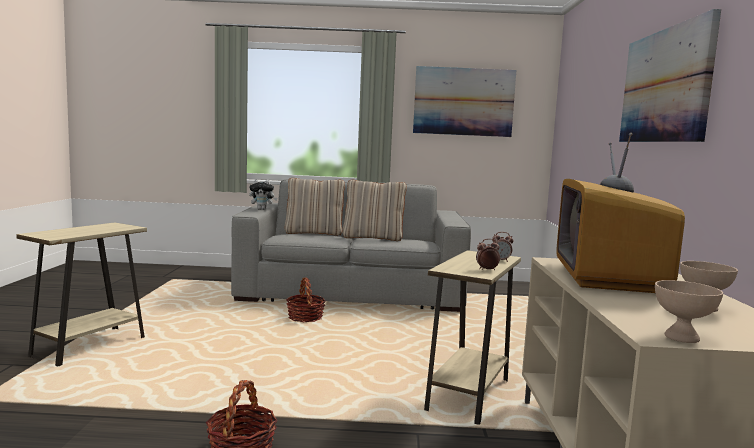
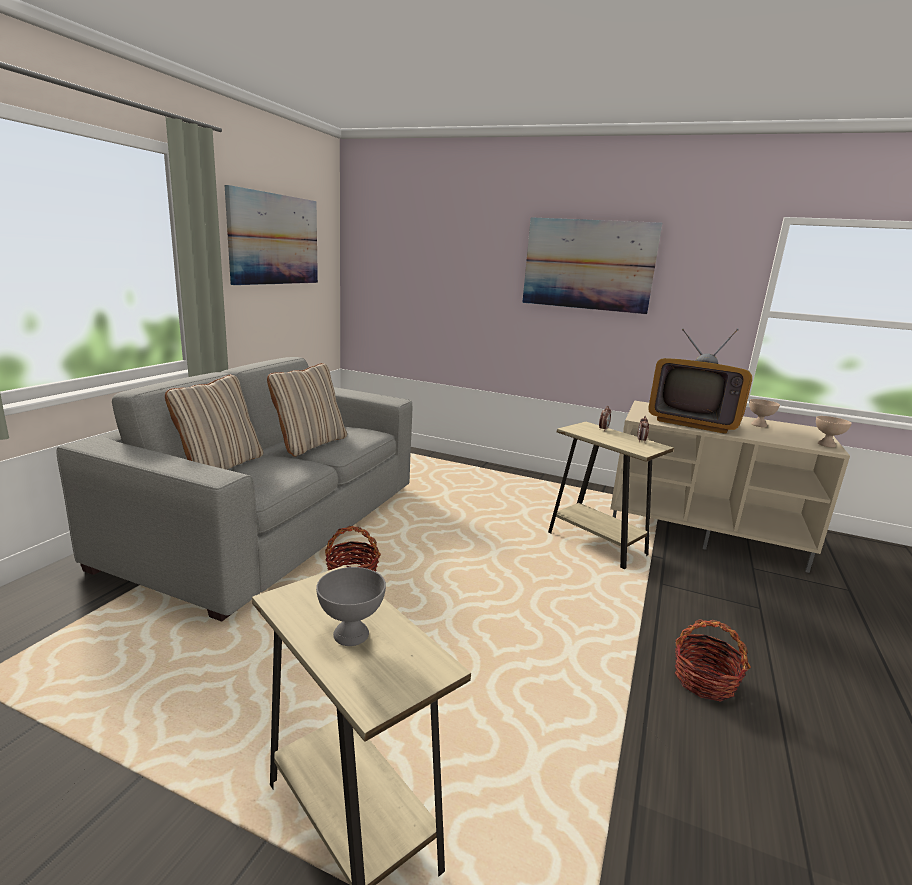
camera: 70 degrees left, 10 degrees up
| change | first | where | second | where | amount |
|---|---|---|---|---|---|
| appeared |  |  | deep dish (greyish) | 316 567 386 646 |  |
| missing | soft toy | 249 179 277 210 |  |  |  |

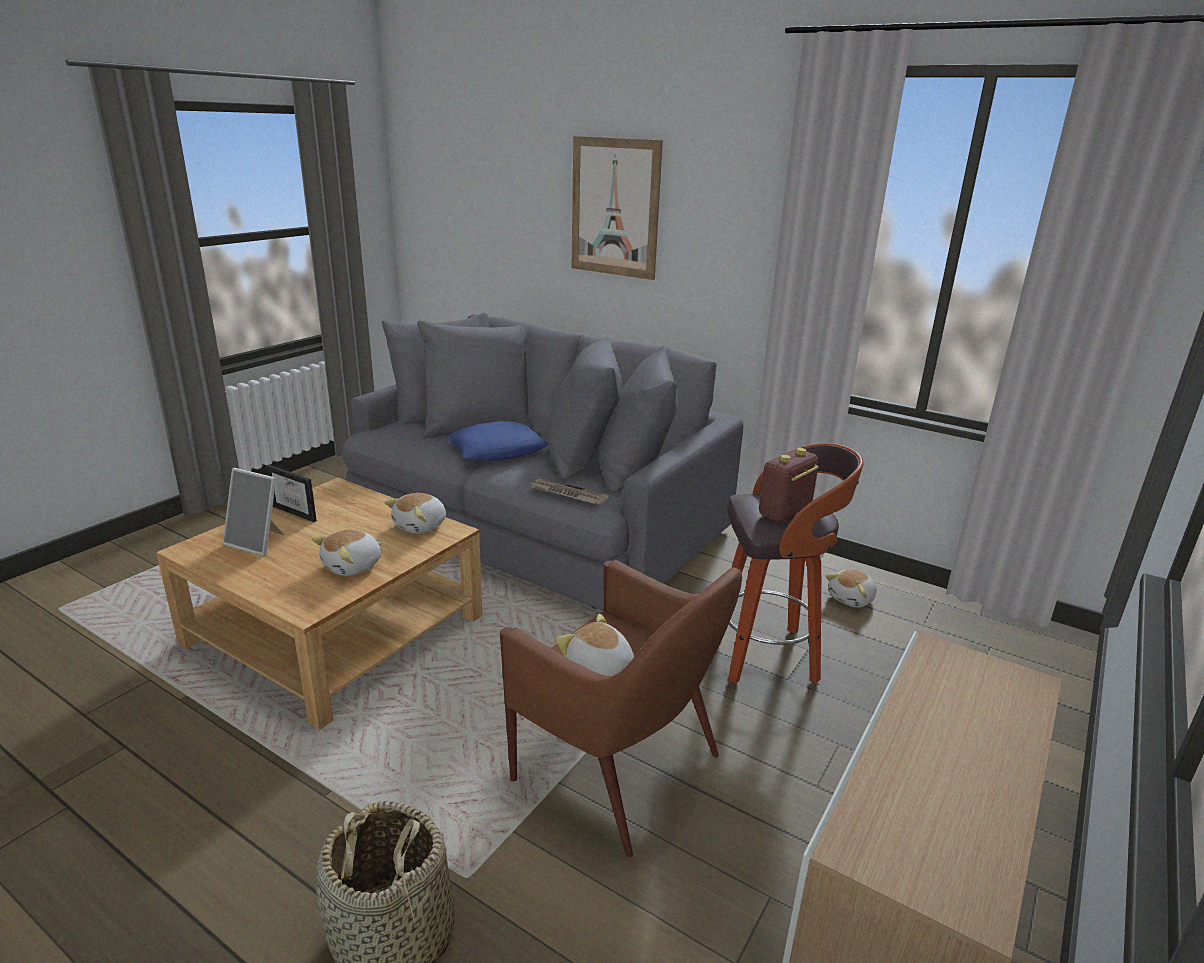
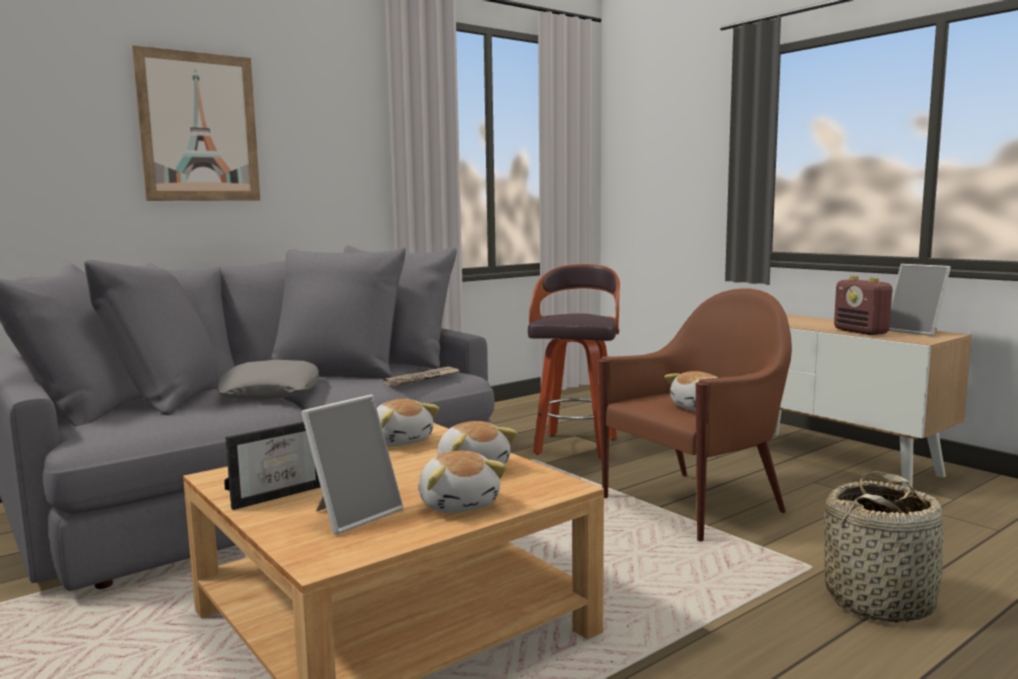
camera: 70 degrees left, 15 degrees down
| change | first | where | second | where | amount |
|---|---|---|---|---|---|
| colour | cushion (blue-coloured) | 447 421 548 461 | cushion (greyish) | 217 360 319 400 |  |
| relocated | soft toy | 826 569 877 608 |  | 419 451 507 513 |  |
| relocated | radio receiver | 759 448 819 522 |  | 834 276 893 335 |  |
| appeared |  |  | photo frame | 889 264 951 336 |  |

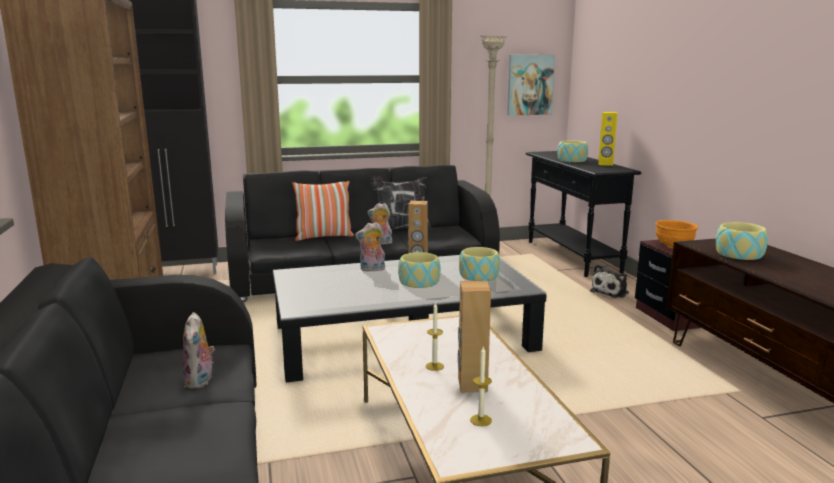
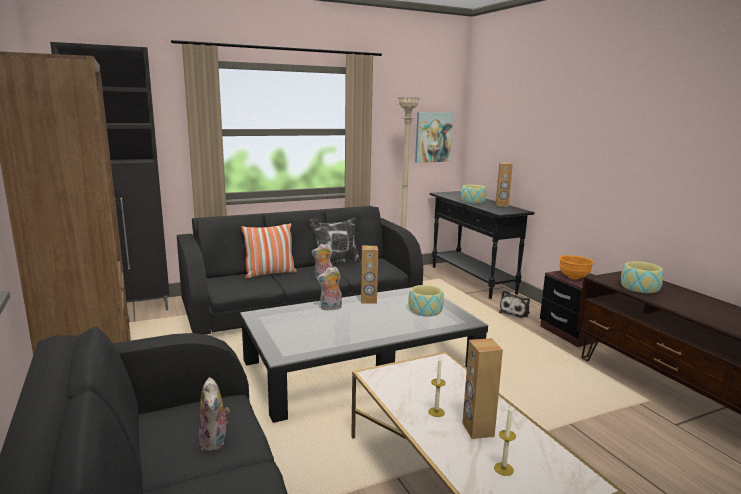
camera: 10 degrees left, 0 degrees up
| change | first | where | second | where | amount |
|---|---|---|---|---|---|
| colour | audio speaker (yellowish) | 598 112 618 166 | audio speaker (brown-coloured) | 496 162 513 207 |  |
| missing | deep dish | 398 252 441 288 |  |  |  |

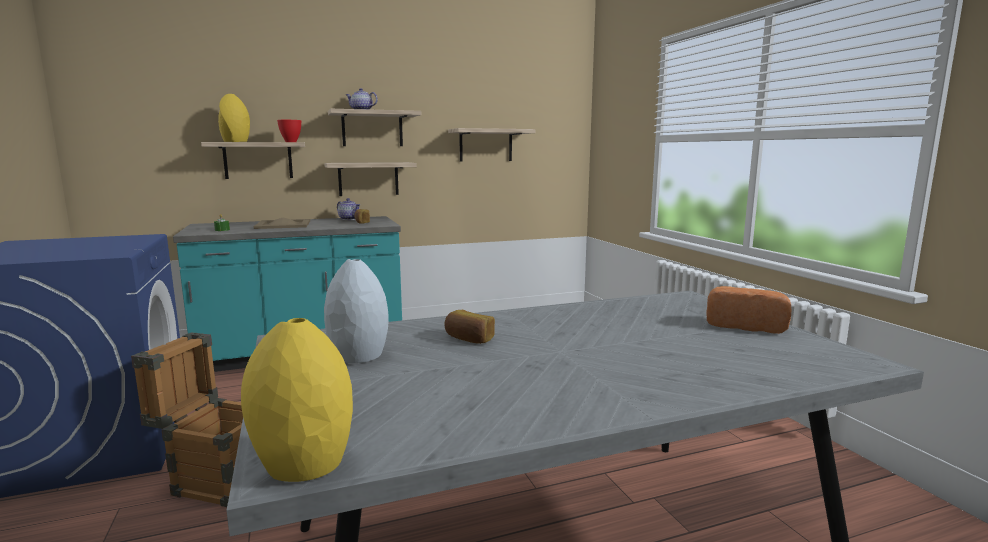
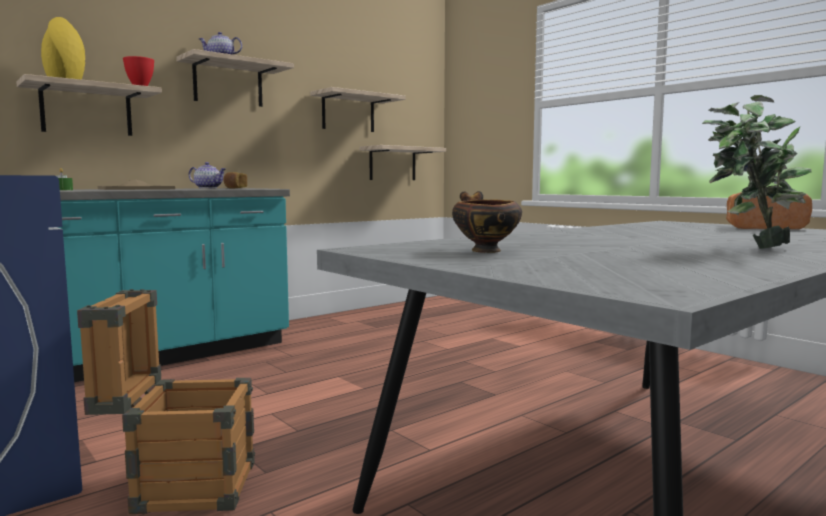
camera: 20 degrees left, 5 degrees down
| change | first | where | second | where | amount |
|---|---|---|---|---|---|
| relocated | shelf | 324 162 417 196 |  | 359 145 446 180 |  |
| exchanged | vase (greyish) | 324 259 389 363 | deep dish | 452 191 522 253 |  |
| appeared |  |  | plant in a pot | 702 95 811 249 |  |
| missing | vase (yellowish) | 241 318 353 482 |  |  |  |
| missing | bread | 444 310 495 344 |  |  |  |

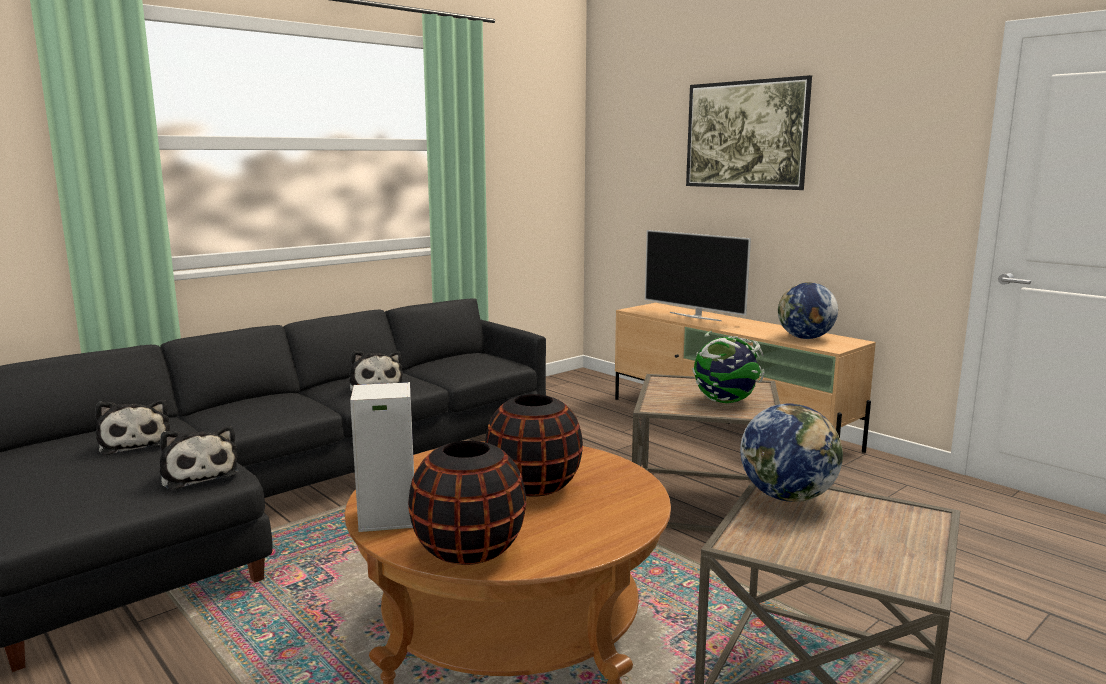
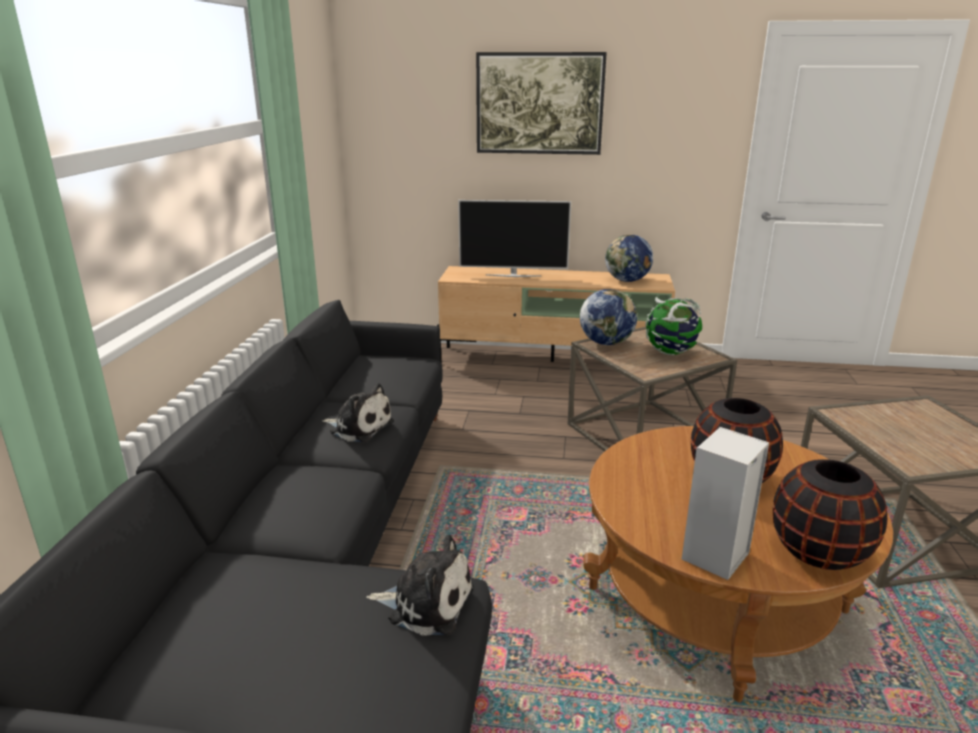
camera: 40 degrees left, 10 degrees up
| change | first | where | second | where | amount |
|---|---|---|---|---|---|
| relocated | world globe | 740 404 843 502 |  | 580 289 637 345 |  |
| missing | soft toy | 95 399 170 456 |  |  |  |

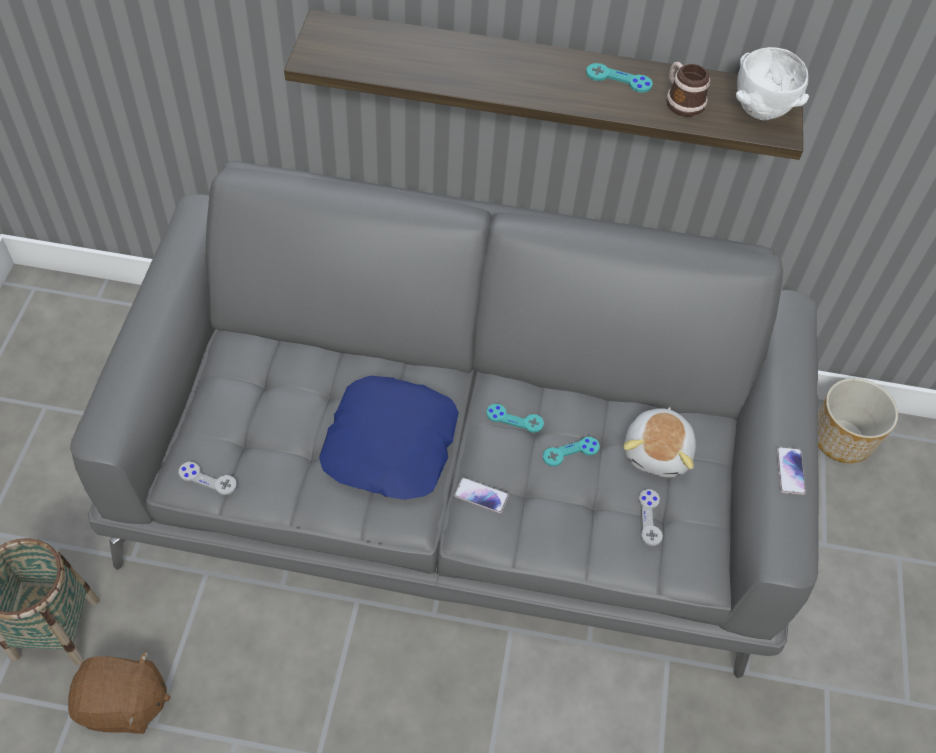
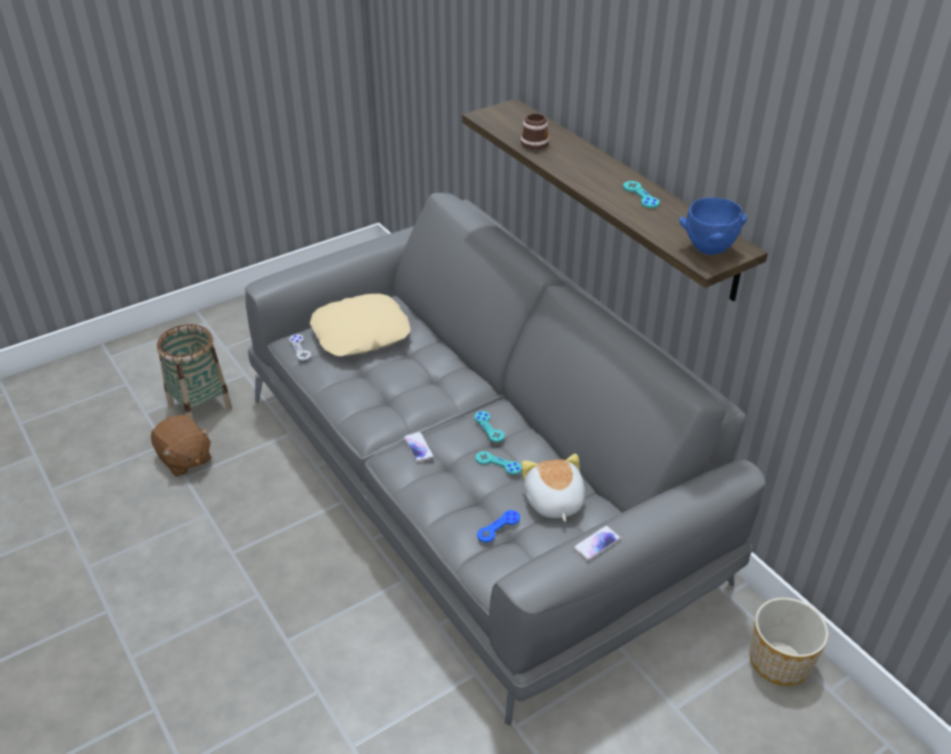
camera: 50 degrees right, 15 degrees down
| change | first | where | second | where | amount |
|---|---|---|---|---|---|
| appeared |  |  | cushion (beige-coloured) | 310 294 411 356 |  |
| colour | joypad (greyish) | 639 489 663 546 | joypad (blue-coloured) | 477 510 520 542 |  |
| relocated | tea mug | 666 62 710 117 |  | 521 114 549 150 |  |
| spun | soft toy | 623 407 696 478 |  | 521 454 585 522 | 105 degrees clockwise |
| colour | deep dish (whitish) | 736 47 809 121 | deep dish (blue-coloured) | 679 197 747 255 |  |
| missing | cushion (blue-coloured) | 319 376 459 500 |  |  |  |

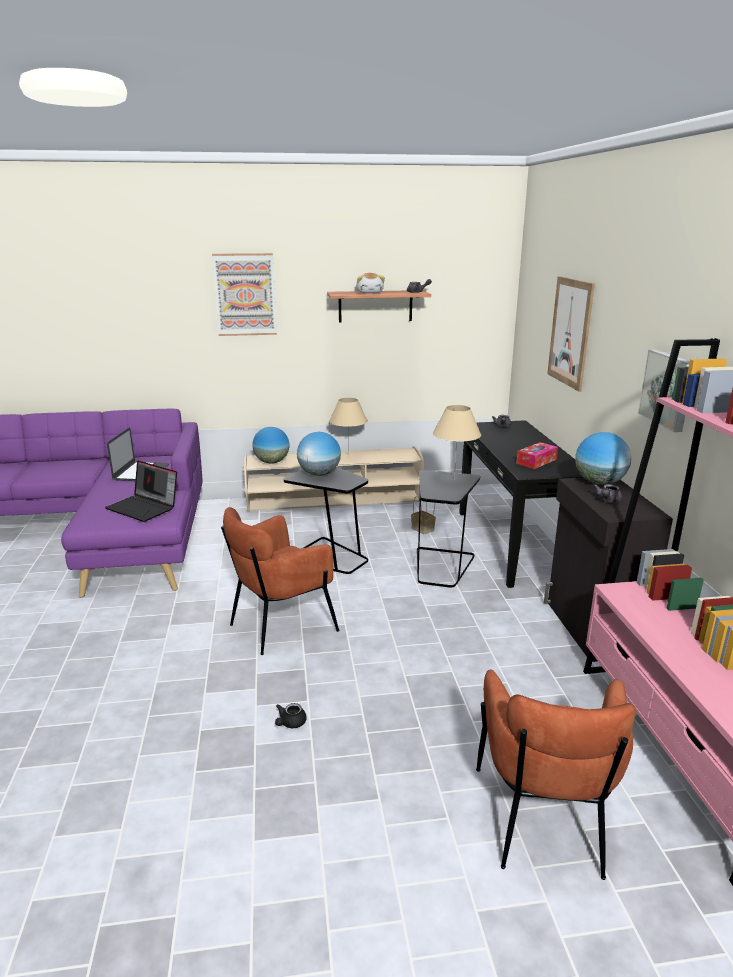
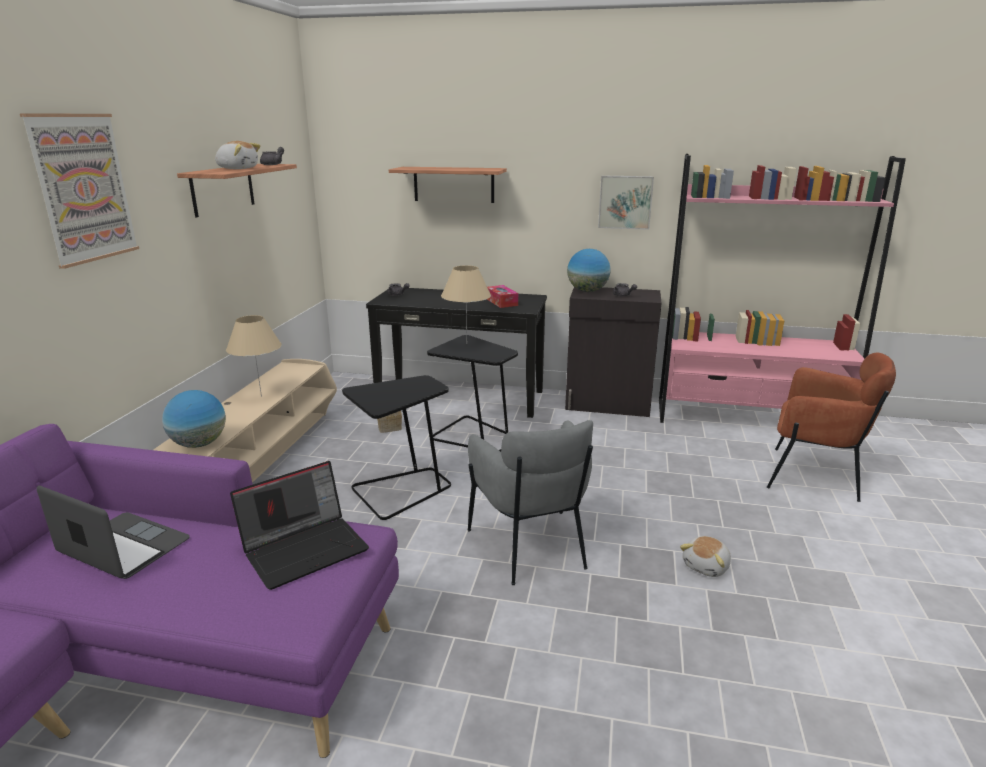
camera: 70 degrees left, 0 degrees up
| change | first | where | second | where | amount |
|---|---|---|---|---|---|
| exchanged | wall art | 547 276 595 392 | shelf | 389 167 507 203 |  |
| colour | armchair (brown-coloured) | 221 507 339 655 | armchair (greyish) | 467 420 593 585 |  |
| exchanged | pot for tea (black-coloured) | 275 703 307 728 | soft toy | 680 536 731 577 |  |
| missing | world globe | 297 432 341 476 |  |  |  |

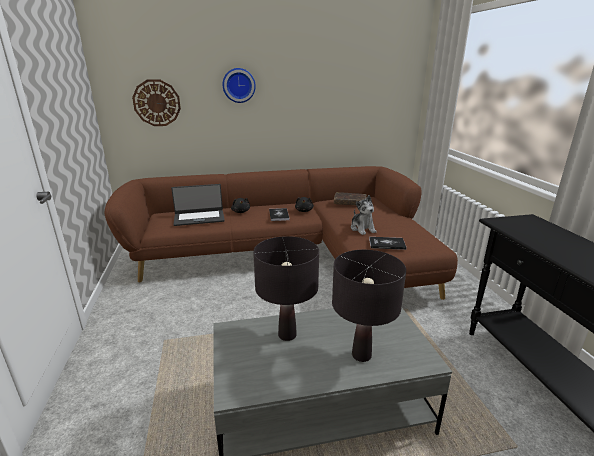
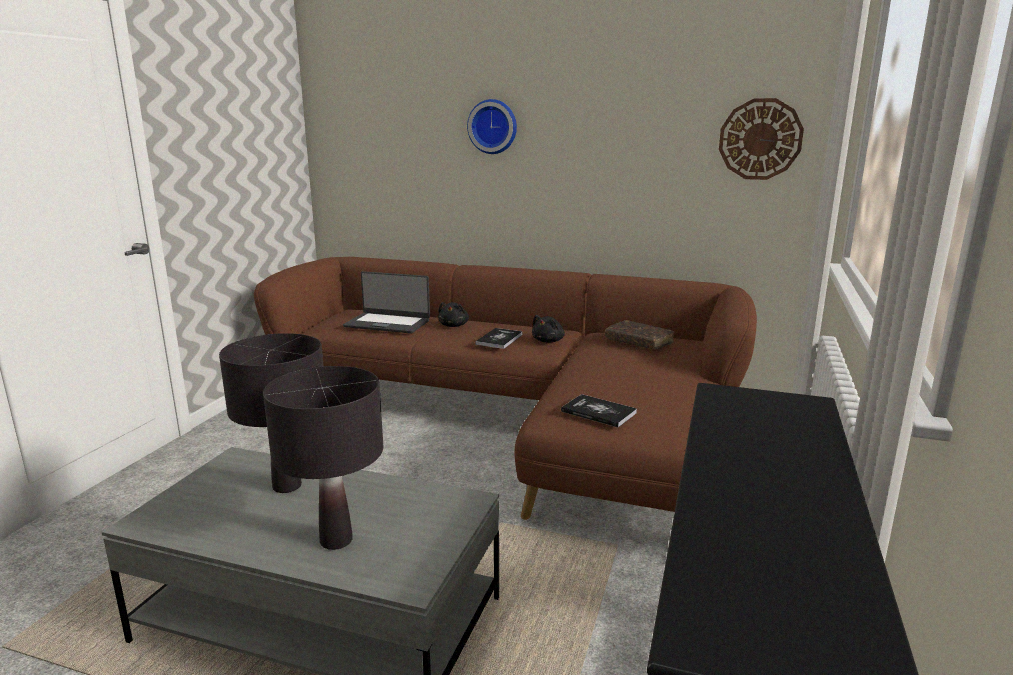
camera: 30 degrees right, 5 degrees down
| change | first | where | second | where | amount |
|---|---|---|---|---|---|
| relocated | clock on the wall | 132 79 181 126 |  | 719 98 804 180 |  |
| missing | soft toy | 351 195 376 235 |  |  |  |

